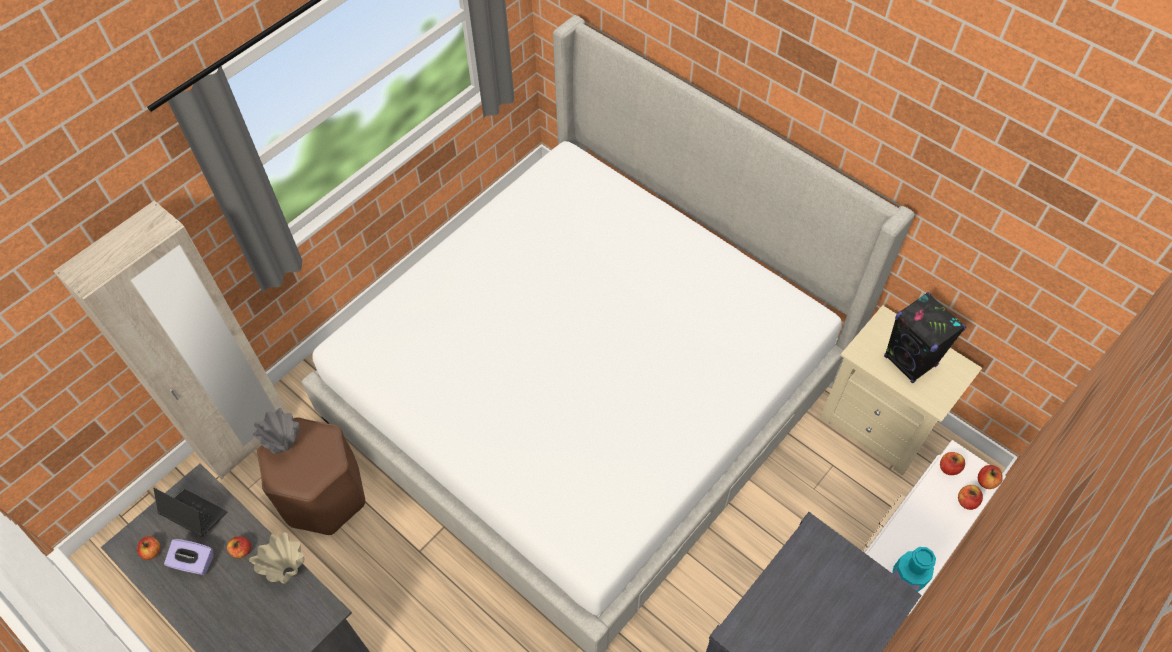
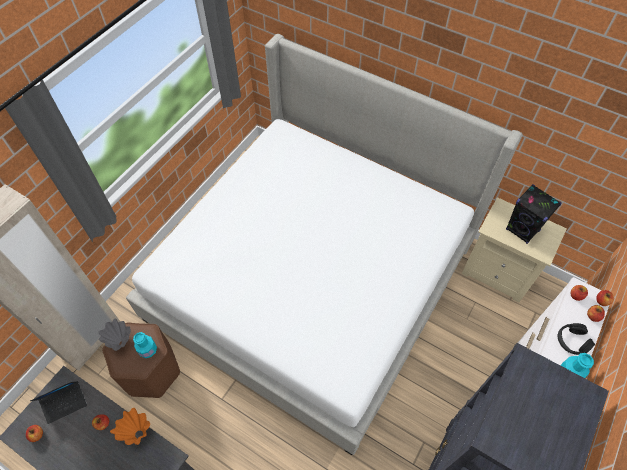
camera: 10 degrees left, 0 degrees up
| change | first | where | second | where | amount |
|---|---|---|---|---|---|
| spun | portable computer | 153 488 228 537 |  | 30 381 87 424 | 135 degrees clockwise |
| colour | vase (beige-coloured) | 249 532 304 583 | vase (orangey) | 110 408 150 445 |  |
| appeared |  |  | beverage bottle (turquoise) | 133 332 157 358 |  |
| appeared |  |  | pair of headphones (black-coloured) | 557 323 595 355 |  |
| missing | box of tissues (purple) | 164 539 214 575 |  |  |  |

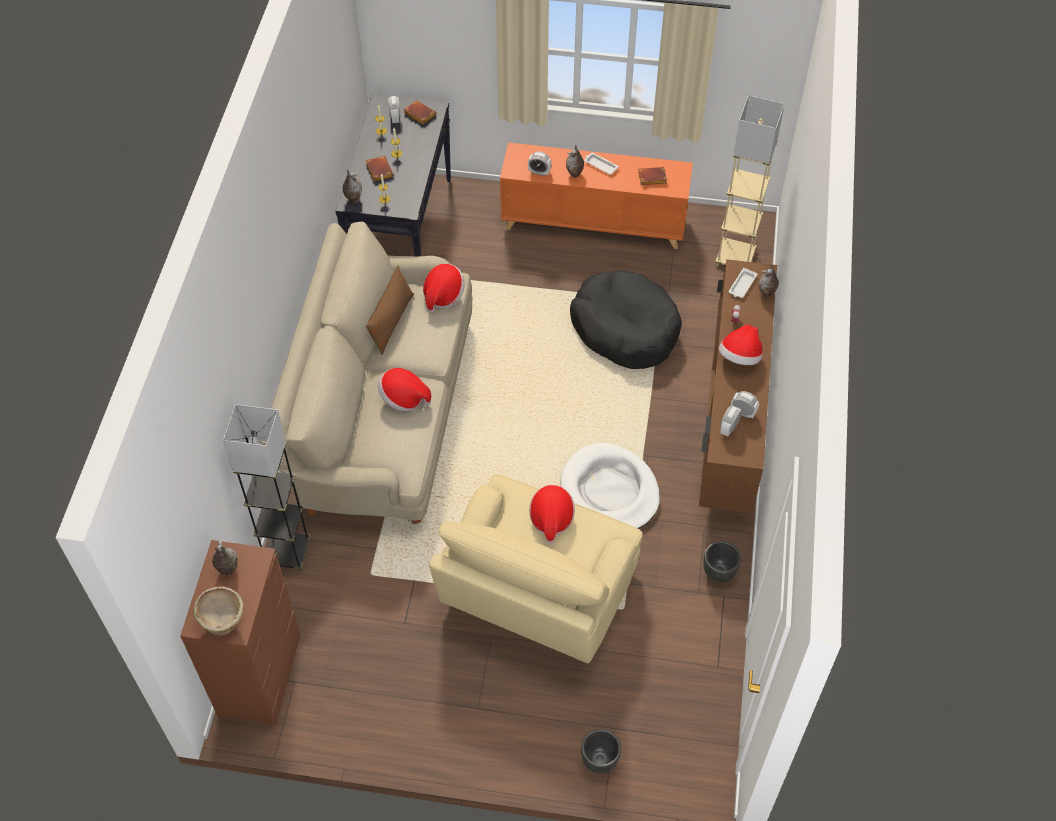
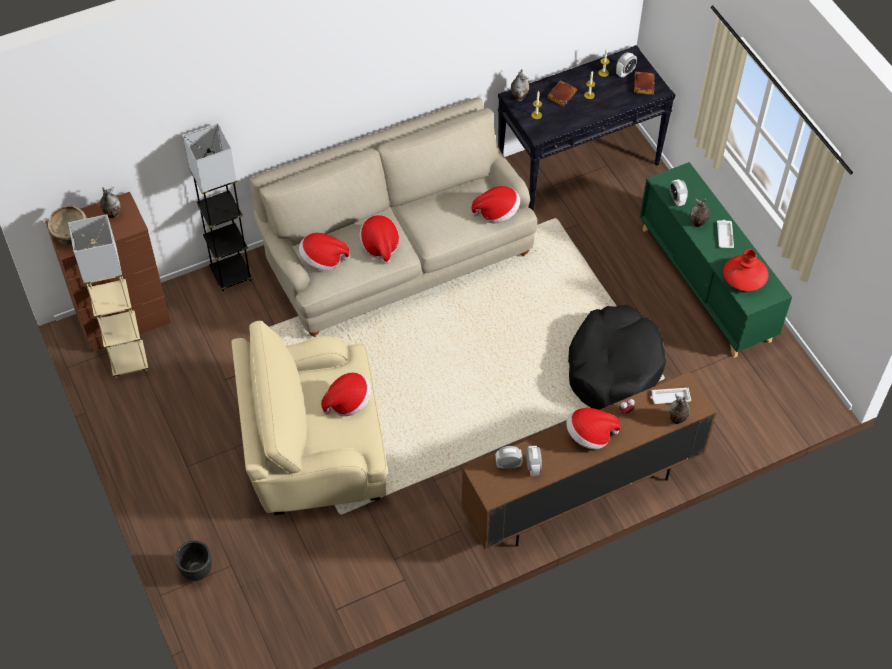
camera: 55 degrees right, 0 degrees up
| change | first | where | second | where | amount |
|---|---|---|---|---|---|
| relocated | standard lamp (beige-coloured) | 715 95 785 265 |  | 68 214 149 378 |  |
| appeared |  |  | wearable hat | 299 233 349 270 |  |
| colour | cupboard (orangey) | 500 142 693 249 | cupboard (green) | 640 162 792 358 |  |
| exchanged | volume (brown-coloured) | 638 167 667 185 | vase (red) | 723 249 769 291 |  |
| missing | cushion (brown-coloured) | 365 266 414 355 |  |  |  |
| missing | pet bed (whitish) | 560 443 660 529 |  |  |  |
| missing | flower pot (black-coloured) | 703 541 741 583 |  |  |  |

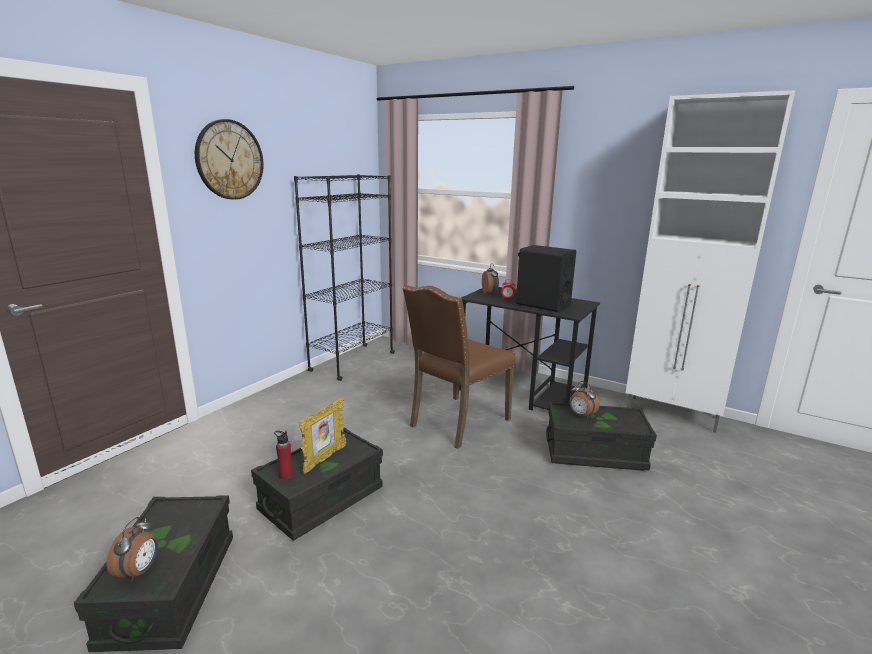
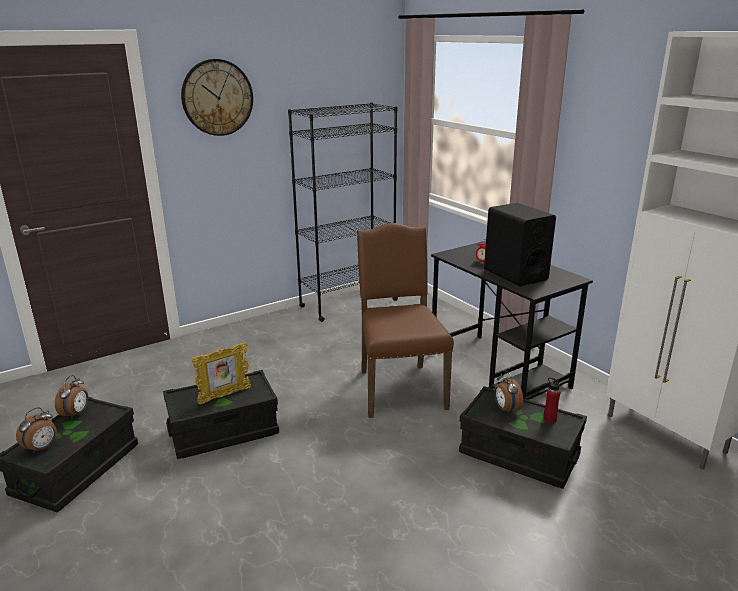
camera: 25 degrees right, 5 degrees up
| change | first | where | second | where | amount |
|---|---|---|---|---|---|
| relocated | table clock | 482 263 499 295 |  | 55 375 88 419 |  |
| spun | chair (brown-coloured) | 403 285 516 449 |  | 357 223 454 418 | 105 degrees clockwise |
| relocated | beverage bottle (red) | 274 430 293 480 |  | 543 377 560 423 |  |

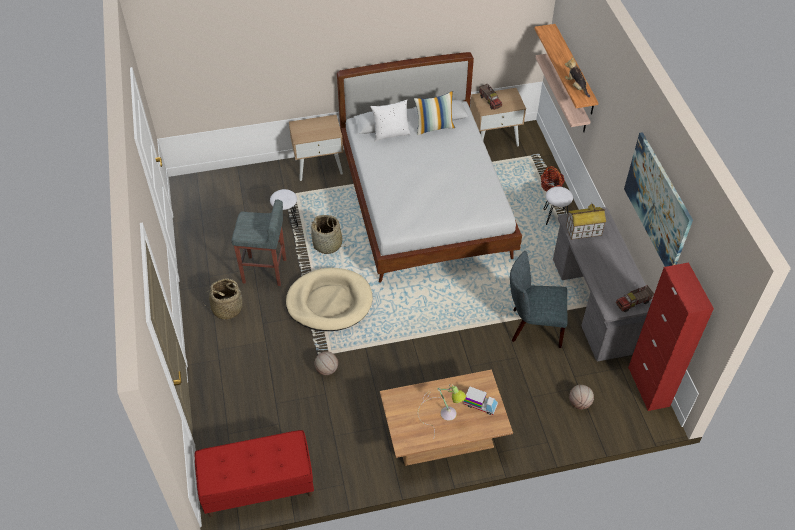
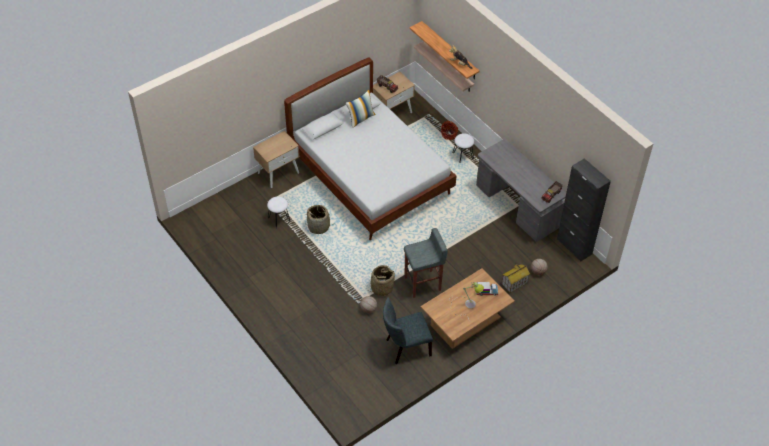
camera: 25 degrees left, 0 degrees up
| change | first | where | second | where | amount |
|---|---|---|---|---|---|
| relocated | basket | 207 278 247 320 |  | 371 265 395 296 |  |
| relocated | chair (greyish) | 510 251 567 348 |  | 383 298 433 364 |  |
| relocated | stool seat (greyish) | 231 200 286 286 |  | 404 228 448 298 |  |
| relocated | model house | 566 203 606 240 |  | 502 264 530 293 |  |
| colour | cupboard (red) | 628 263 714 411 | cupboard (black-coloured) | 557 158 611 261 |  |
| missing | bench (red) | 195 430 314 517 |  |  |  |
| missing | pet bed (beige-coloured) | 286 268 373 331 |  |  |  |
| missing | cushion (whitish) | 370 100 411 142 |  |  |  |
| missing | wall art | 624 132 693 267 |  |  |  |

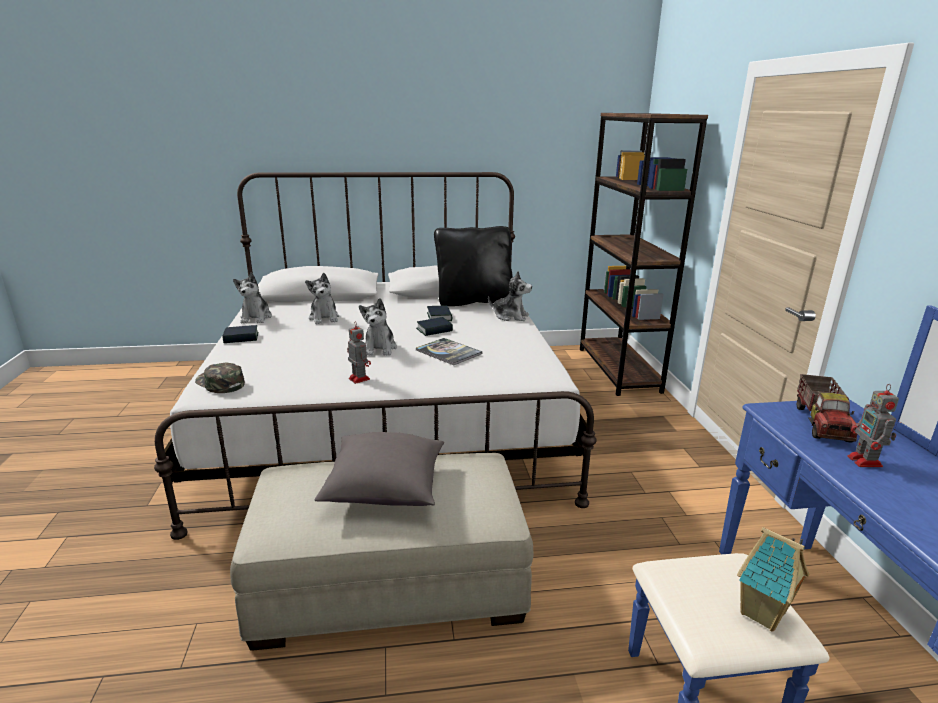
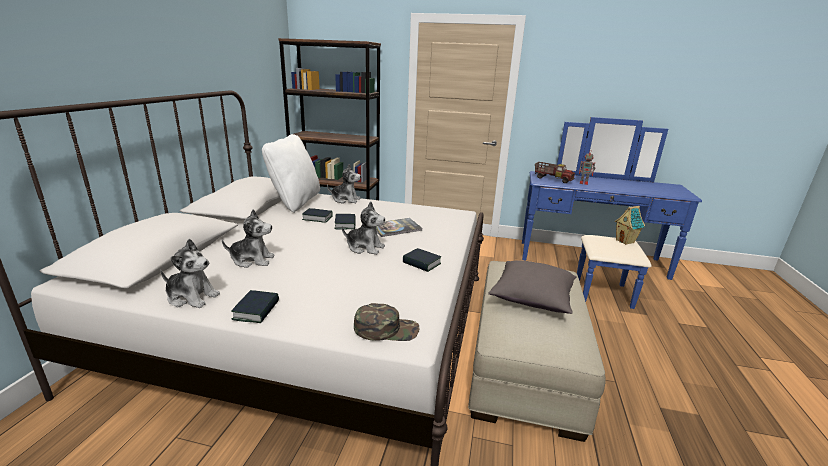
camera: 70 degrees left, 0 degrees up
| change | first | where | second | where | amount |
|---|---|---|---|---|---|
| colour | cushion (black-coloured) | 434 226 513 306 | cushion (whitish) | 262 134 320 213 |  |
| spun | soft toy | 488 271 532 321 |  | 327 164 361 204 | 60 degrees clockwise |
| spun | peaked cap (green) | 195 363 245 393 |  | 354 303 419 341 | 150 degrees counterclockwise |
| exchanged | model robot | 347 321 371 384 | volume | 403 248 442 272 |  |

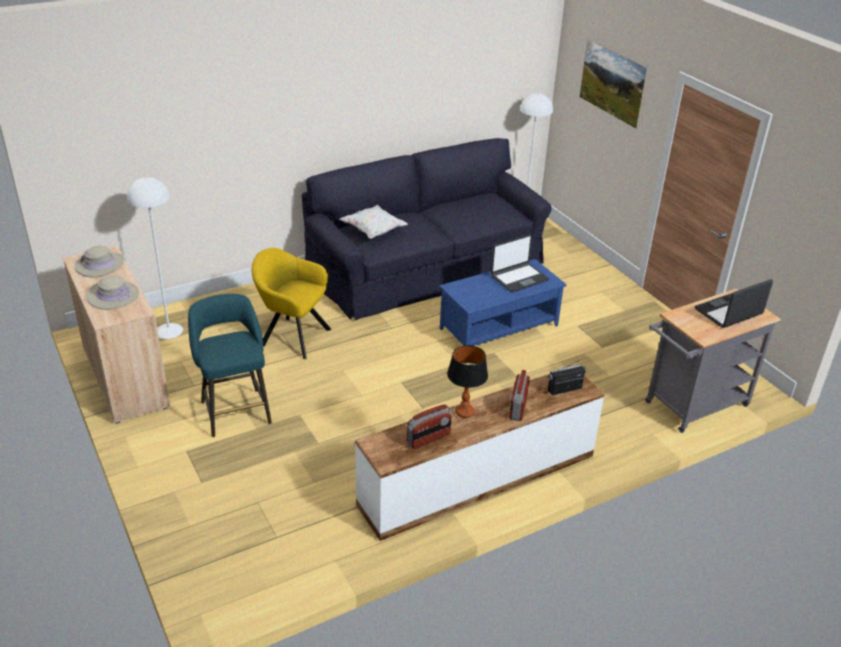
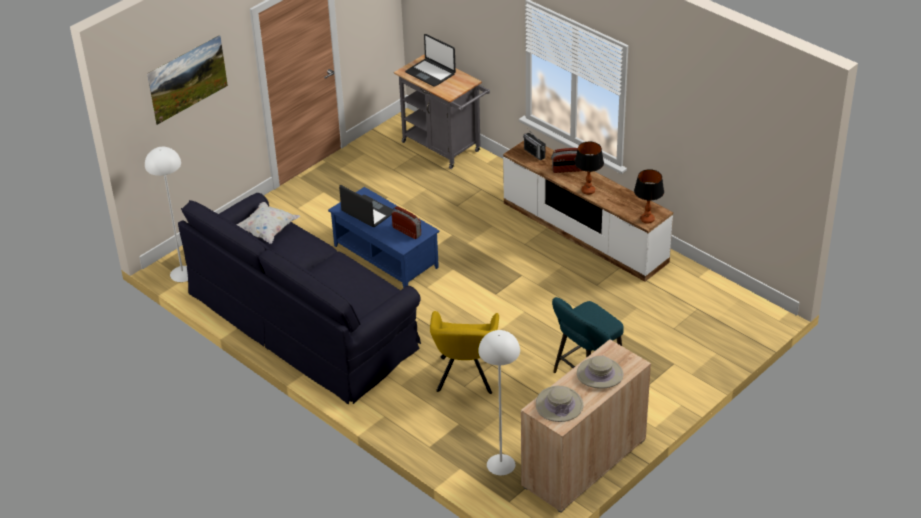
camera: 105 degrees left, 5 degrees up
| change | first | where | second | where | amount |
|---|---|---|---|---|---|
| relocated | cushion (whitish) | 340 205 408 239 |  | 236 202 300 244 |  |
| relocated | radio receiver | 407 404 452 449 |  | 392 206 421 239 |  |
| appeared |  |  | lamp for a table | 634 169 664 224 |  |

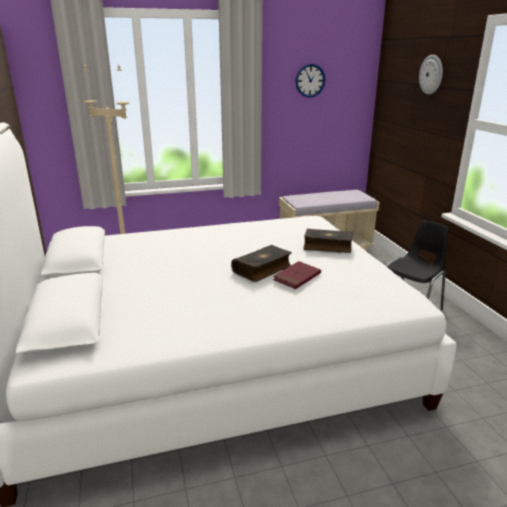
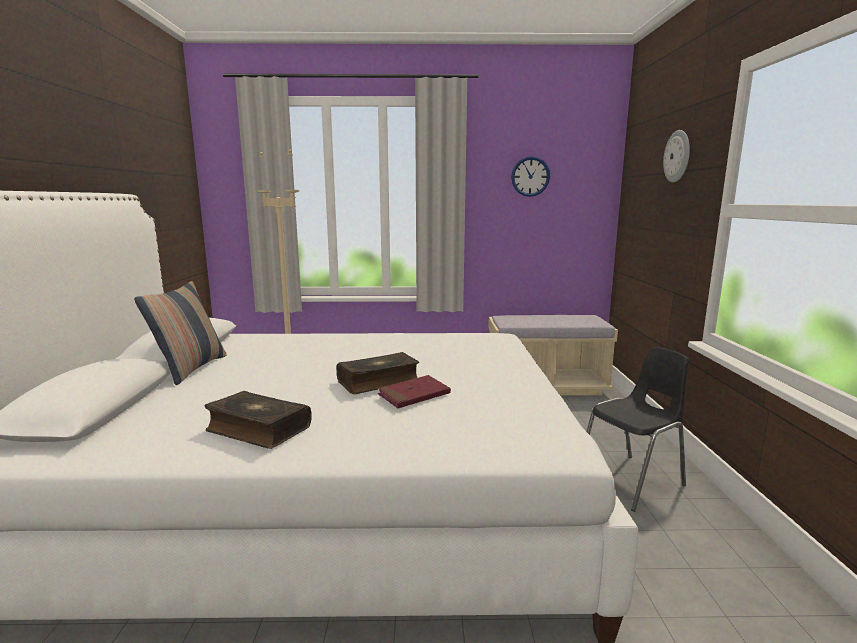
camera: 15 degrees right, 10 degrees down
| change | first | where | second | where | amount |
|---|---|---|---|---|---|
| appeared |  |  | cushion | 134 281 227 385 |  |
| relocated | volume | 303 228 353 253 |  | 204 391 312 449 |  |

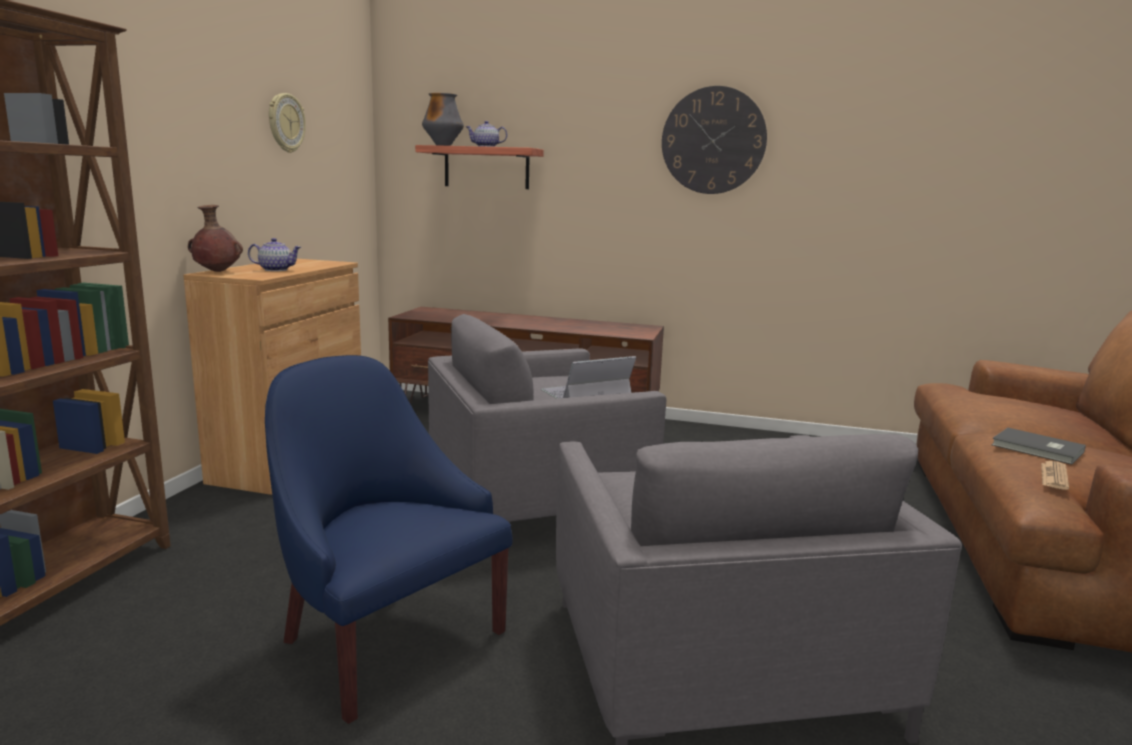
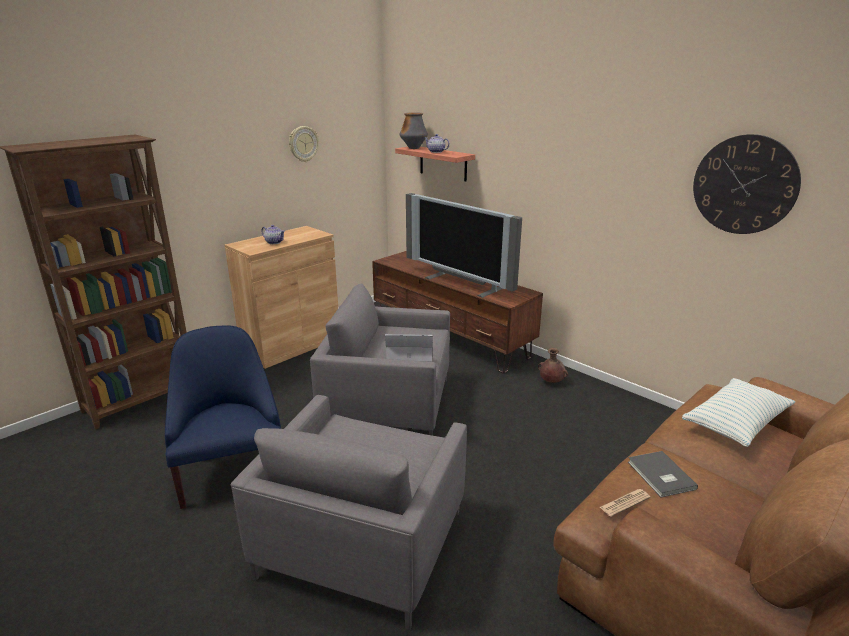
camera: 30 degrees right, 10 degrees up
| change | first | where | second | where | amount |
|---|---|---|---|---|---|
| appeared |  |  | TV | 406 193 522 298 |  |
| relocated | vase (brown-coloured) | 188 205 243 272 |  | 538 348 568 383 |  |
| appeared |  |  | cushion | 682 378 795 447 |  |
| relocated | clock on the wall | 662 86 767 194 |  | 693 134 801 234 |  |

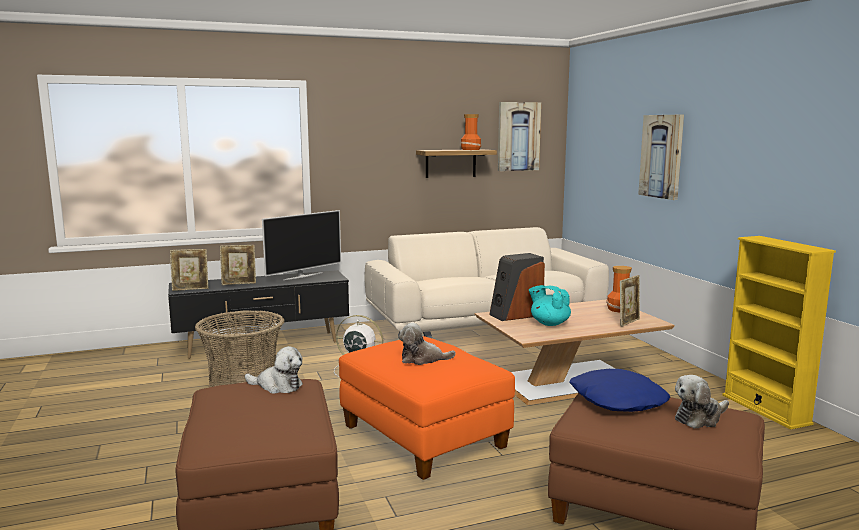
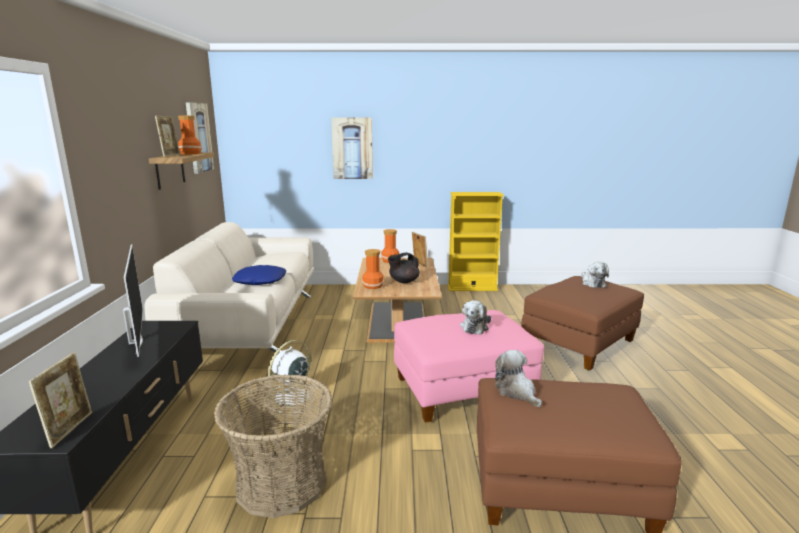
camera: 70 degrees left, 5 degrees up
| change | first | where | second | where | amount |
|---|---|---|---|---|---|
| relocated | photo frame | 220 245 256 285 |  | 155 116 180 157 |  |
| relocated | cushion (blue-coloured) | 569 369 670 412 |  | 232 265 286 285 |  |
| exchanged | audio speaker | 489 253 545 321 | vase | 362 249 384 289 |  |
| colour | pot for tea (turquoise) | 529 285 571 326 | pot for tea (black-coloured) | 388 253 420 283 |  |
| colour | pouffe (orangey) | 339 336 515 480 | pouffe (pink-coloured) | 394 310 544 423 |  |
| spun | soft toy | 245 346 303 394 |  | 495 350 542 407 | 60 degrees counterclockwise |

